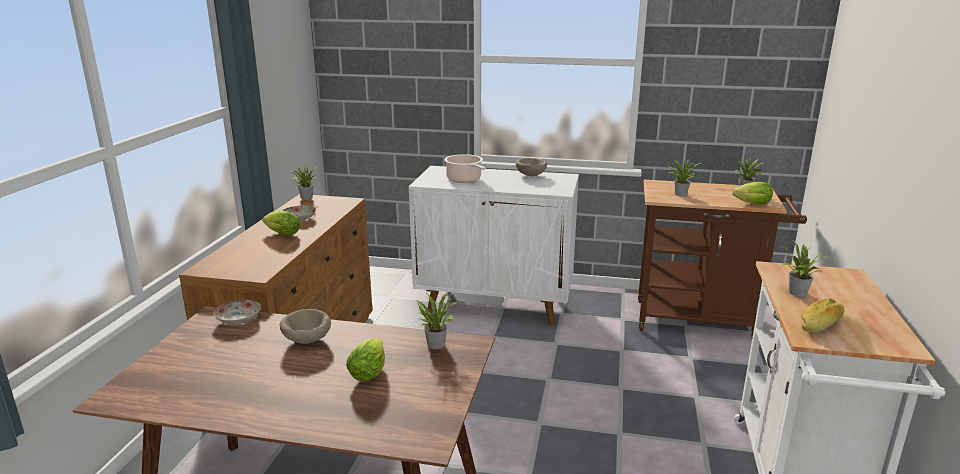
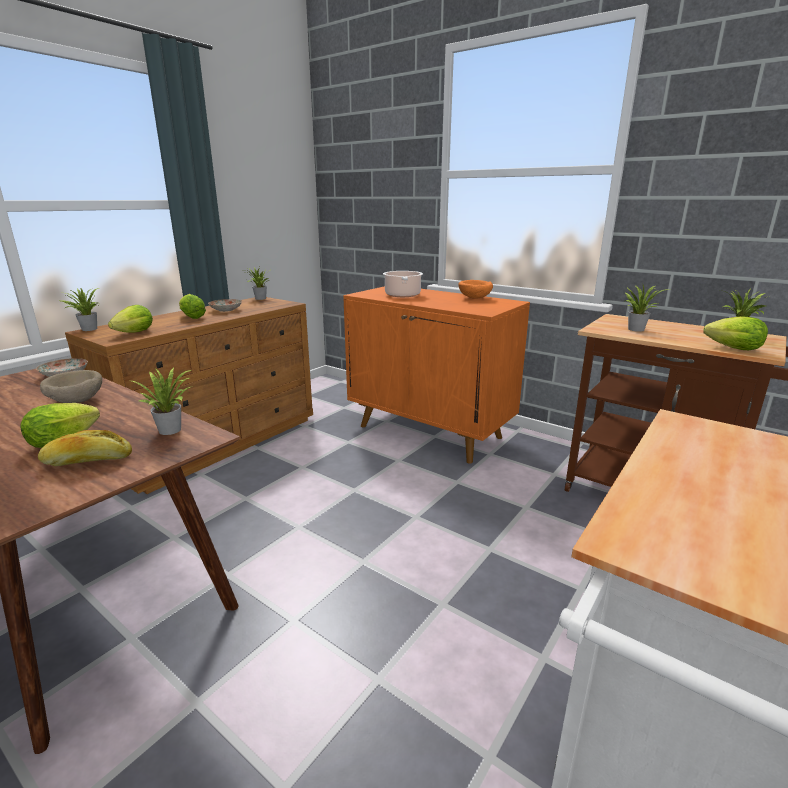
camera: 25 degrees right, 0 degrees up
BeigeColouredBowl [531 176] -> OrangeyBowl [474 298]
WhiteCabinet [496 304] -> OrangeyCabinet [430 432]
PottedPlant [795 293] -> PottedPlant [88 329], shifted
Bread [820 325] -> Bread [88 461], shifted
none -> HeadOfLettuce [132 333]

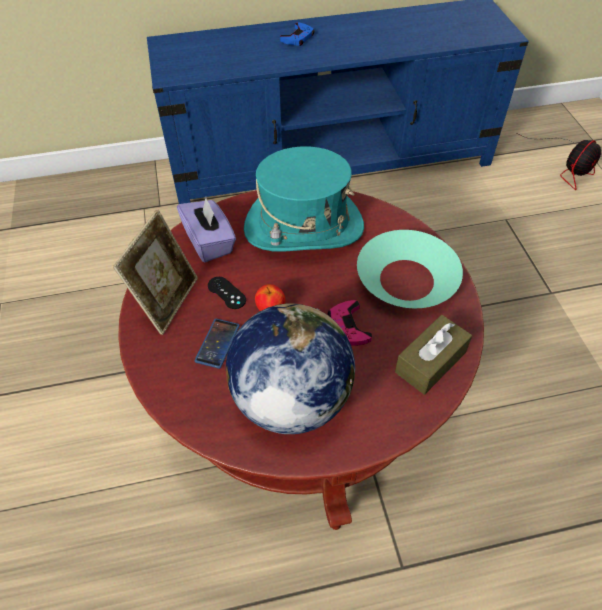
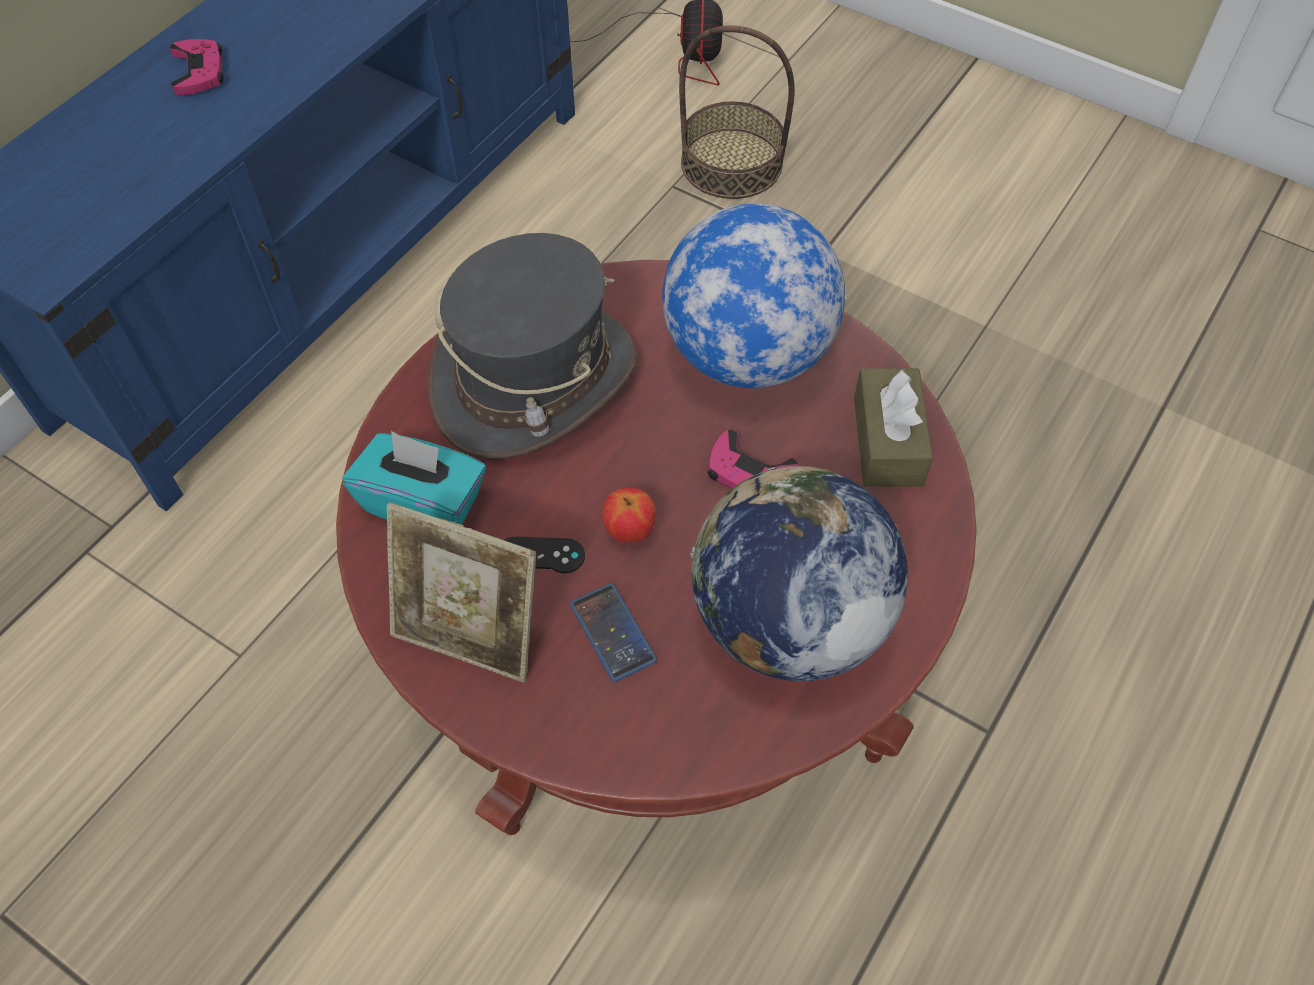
camera: 45 degrees left, 5 degrees up
BluishJoypad [298 38] -> PinkJoypad [199 72]
BlueGreenWearableHat [303 227] -> GrayWearableHat [534 380]
PurpleColouredTissueHolder [209 242] -> BlueGreenTissueHolder [424 503]
StandingFrame [167 301] -> StandingFrame [470 635], 135 degrees clockwise
BlueGreenBowl [406 279] -> Globe [747 356]
none -> StorageBasket [731 163]

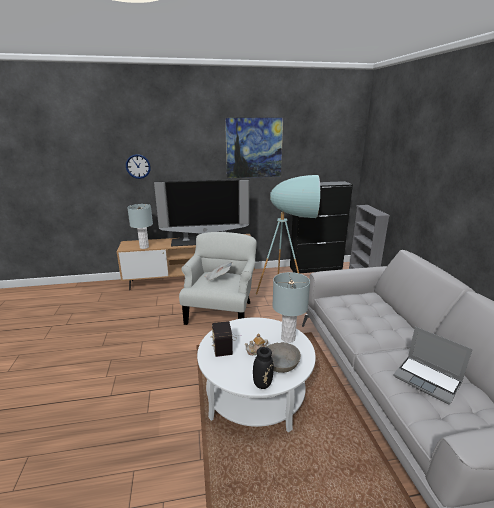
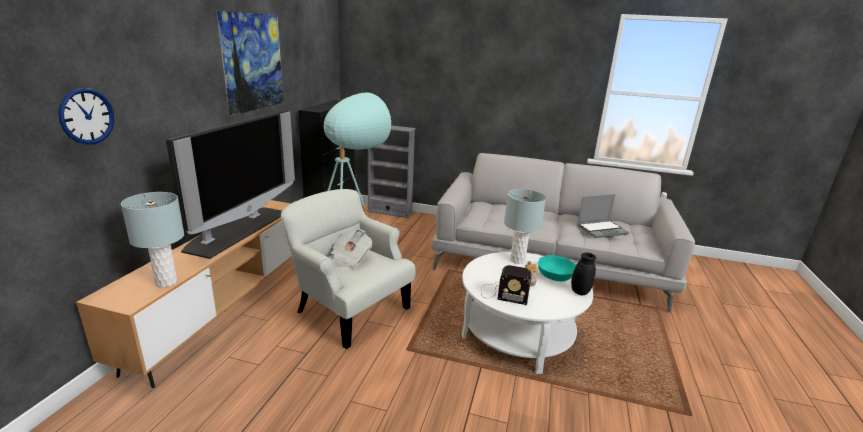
camera: 65 degrees left, 0 degrees up
GrayBowl [280 364] -> BlueGreenBowl [555 276]

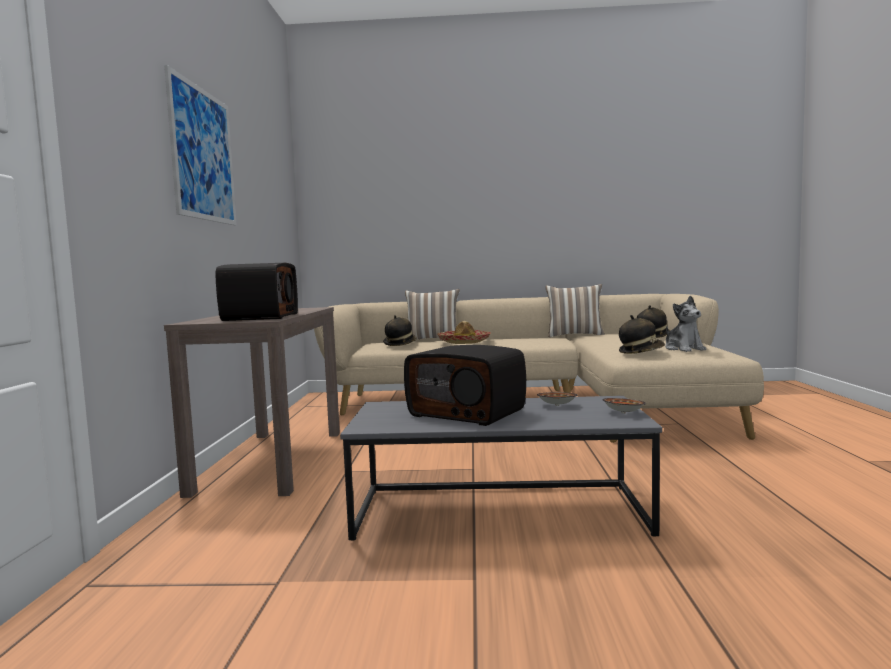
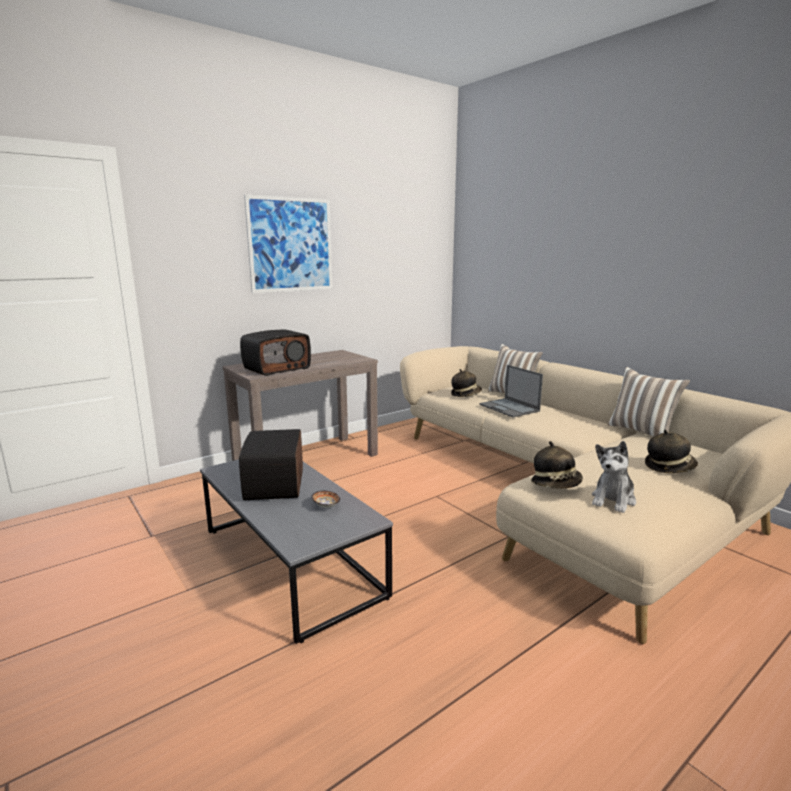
camera: 50 degrees right, 10 degrees up
WearableHat [464 342] -> NotebookComputer [509 408]
Bowl [623 413] -> none

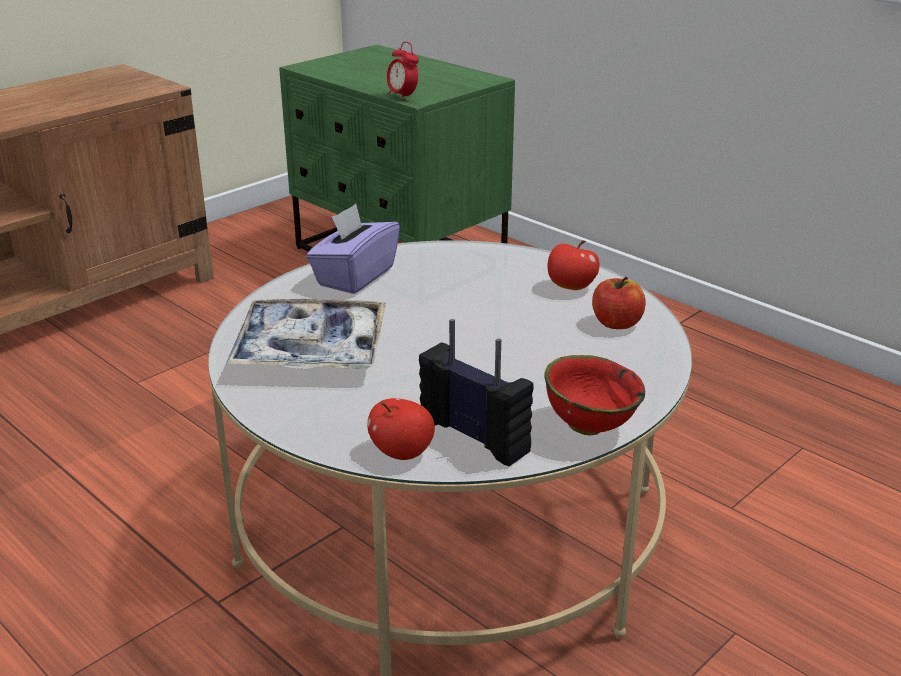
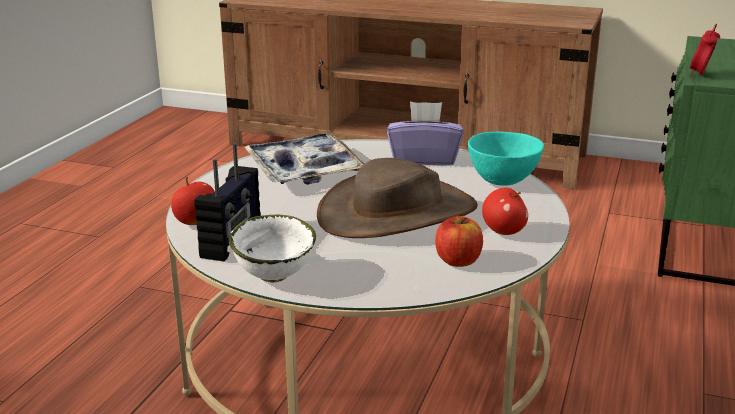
camera: 65 degrees right, 5 degrees down
RedColouredBowl [589 425] -> WhiteBowl [275 276]
none -> BlueGreenBowl [504 181]
none -> BrownWearableHat [397 212]

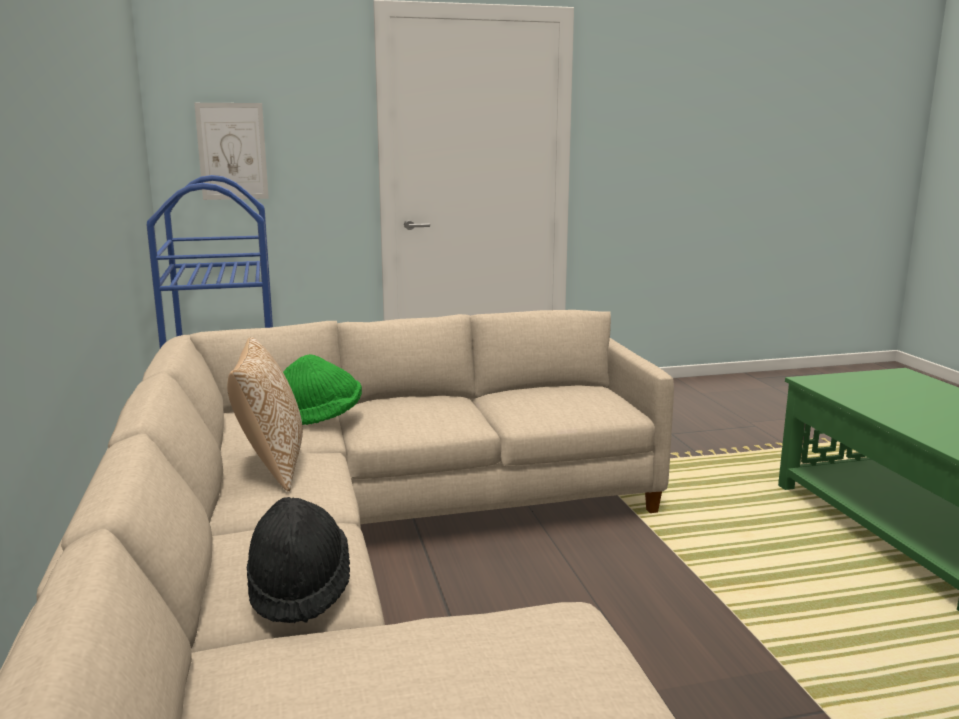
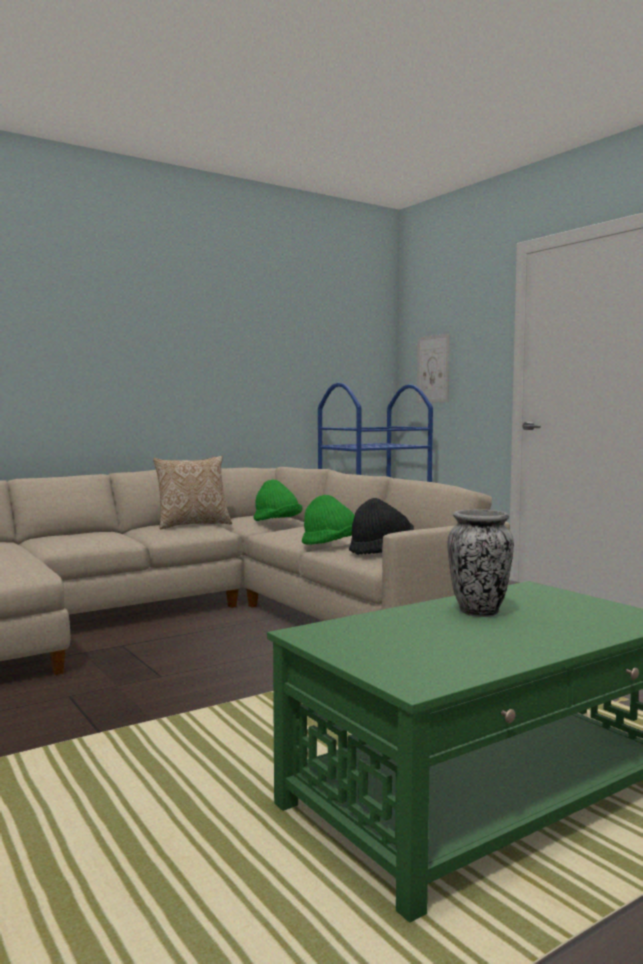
camera: 70 degrees right, 10 degrees down
BlackishWearableHat [299 588] -> BlackishWearableHat [381 551], shifted
none -> GreenColouredWearableHat [331 545]
none -> DecorativeVase [479 612]

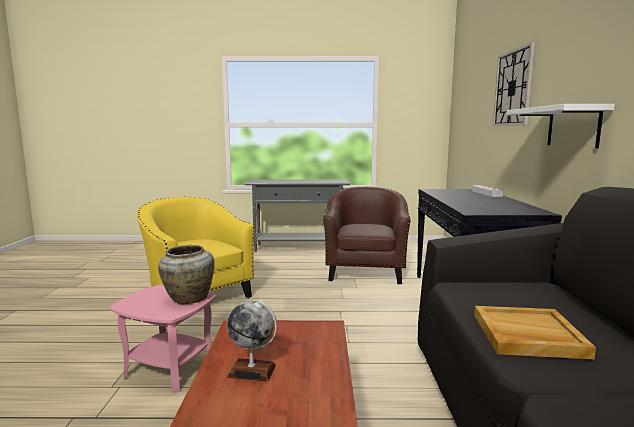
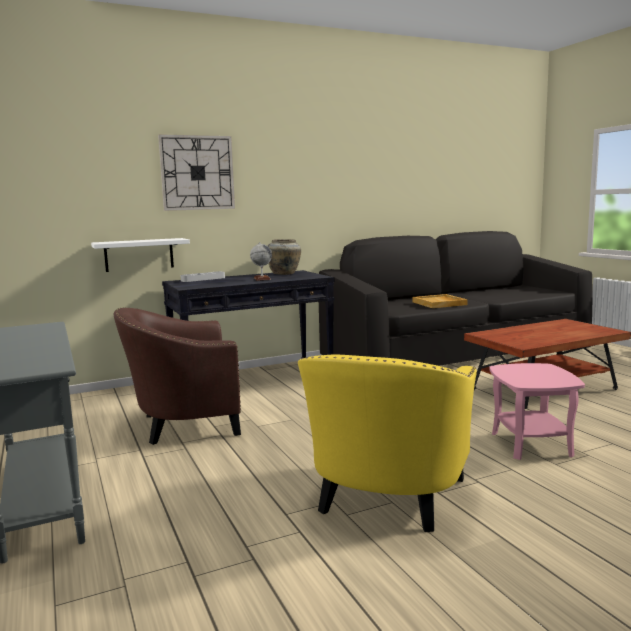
camera: 115 degrees left, 0 degrees up
WhiteBracketShelf [573 127] -> WhiteBracketShelf [139 254], shifted
BeigeColouredDecorativeVase [188 298] -> BeigeColouredDecorativeVase [284 273], shifted
Globe [252 371] -> Globe [262 279], shifted

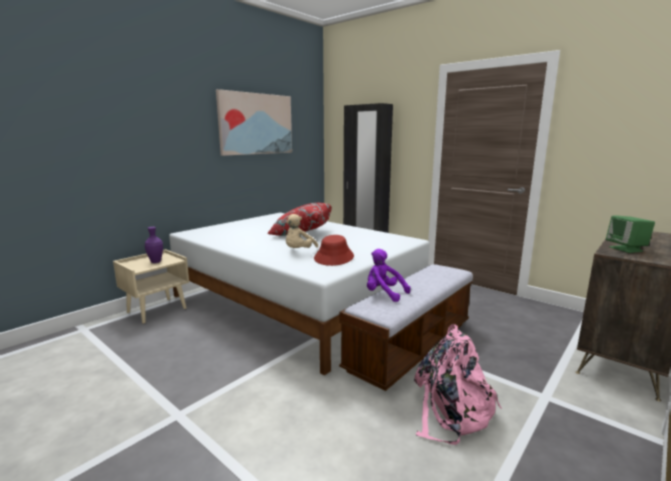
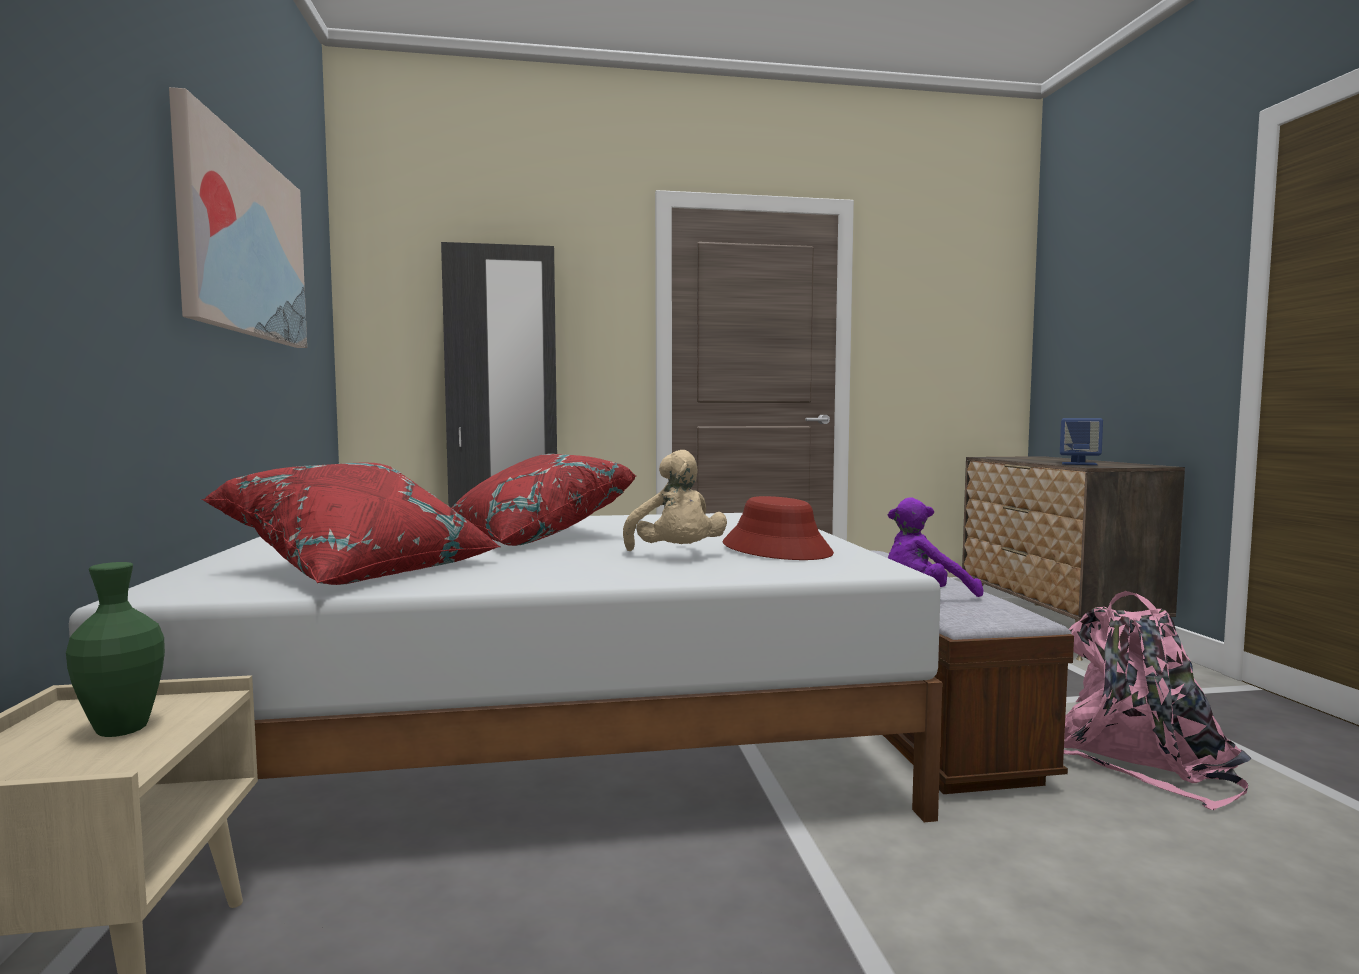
camera: 50 degrees left, 10 degrees down
GreenColouredLoudspeaker [626 249] -> BluishLoudspeaker [1079 464]
PurpleColouredDecorativeVase [156 262] -> GreenColouredDecorativeVase [122 730]
none -> RedColouredThrowPillow [363 569]

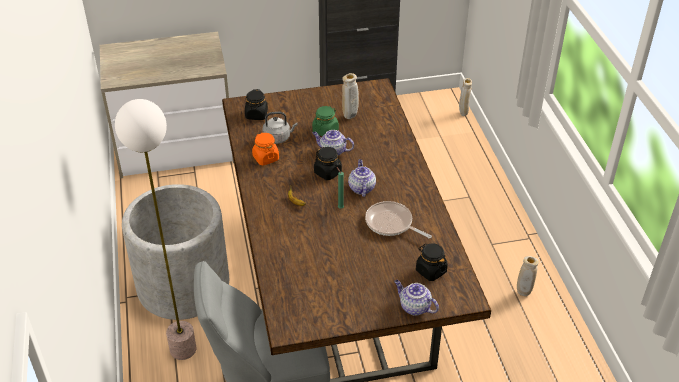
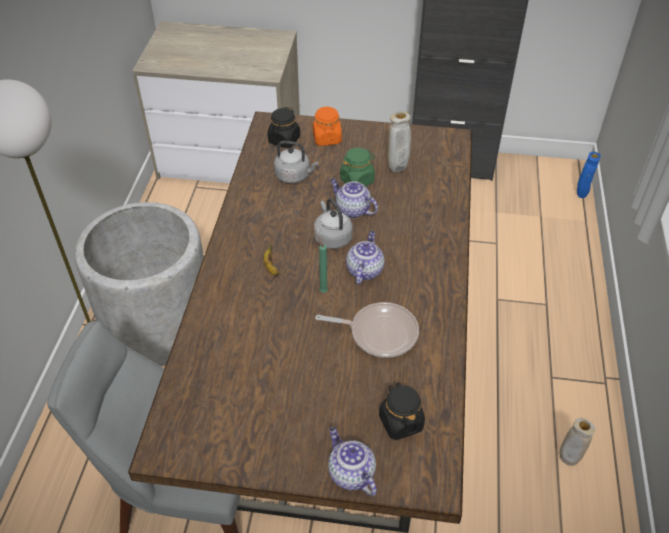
camera: 20 degrees right, 5 degrees up
BeigeColouredDecorativeVase [463 113] -> BluishDecorativeVase [581 194]
OrangeyStorageJar [265 158] -> OrangeyStorageJar [327 138], shifted
BlackishStorageJar [328 172] -> GrayKettle [332 237]
Pan [391 224] -> Pan [379 333], 135 degrees clockwise

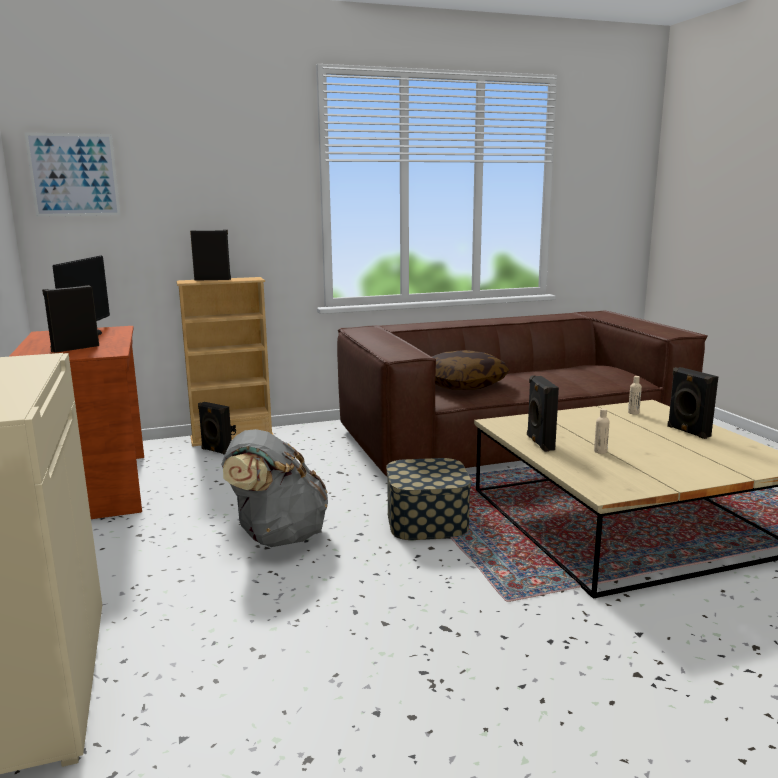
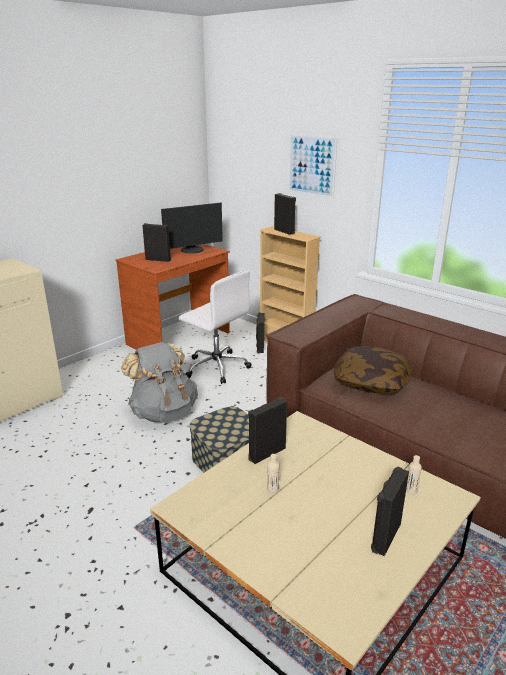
camera: 60 degrees right, 10 degrees up
WallPicture [74 175] -> WallPicture [311 165], shifted
none -> WhiteOfficeChair [216 367]

